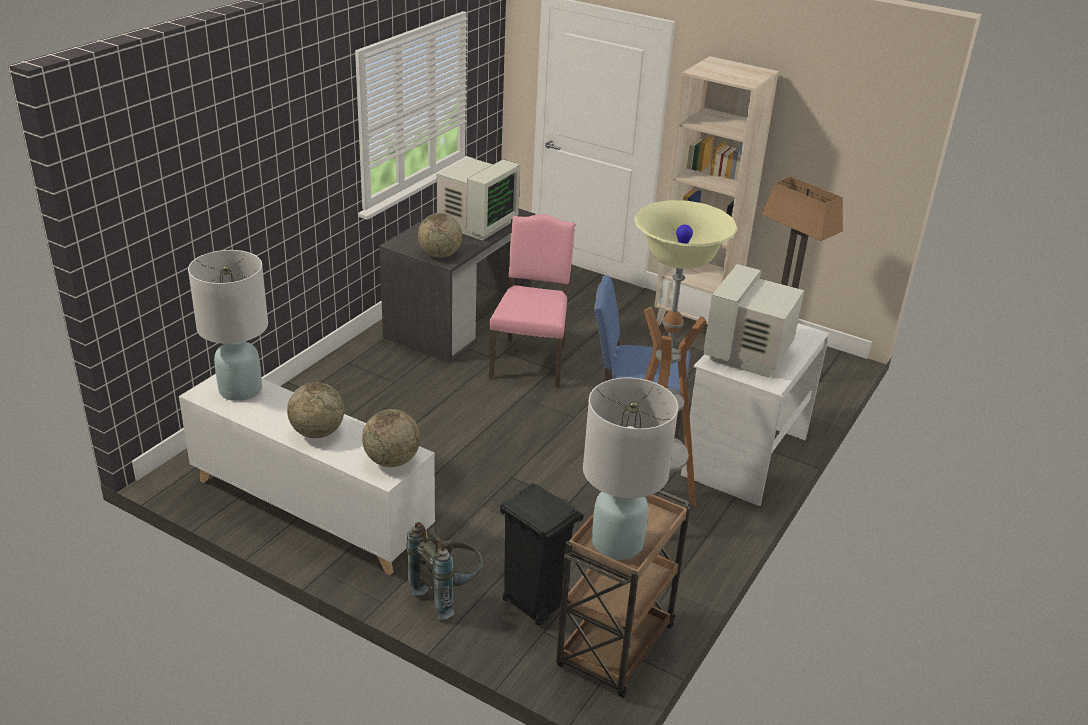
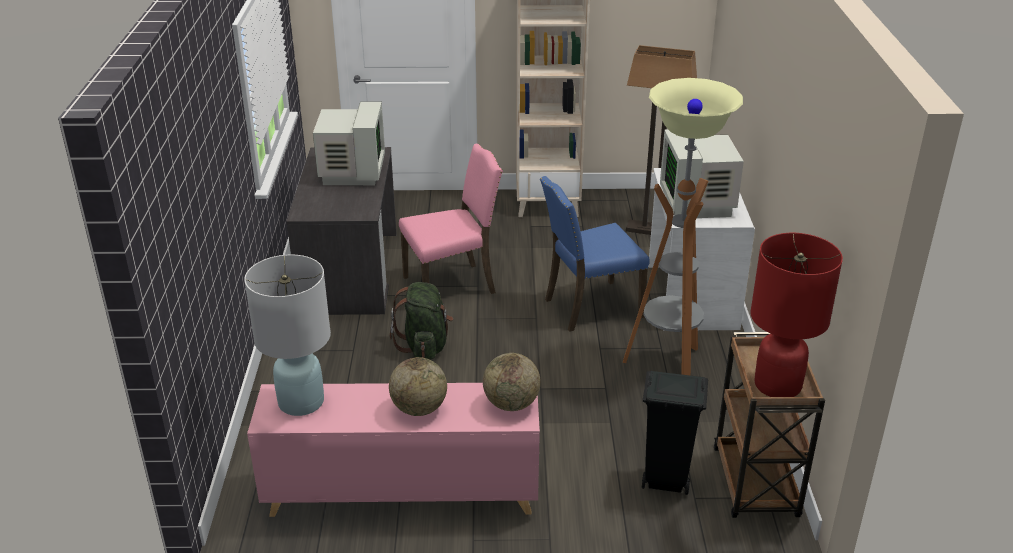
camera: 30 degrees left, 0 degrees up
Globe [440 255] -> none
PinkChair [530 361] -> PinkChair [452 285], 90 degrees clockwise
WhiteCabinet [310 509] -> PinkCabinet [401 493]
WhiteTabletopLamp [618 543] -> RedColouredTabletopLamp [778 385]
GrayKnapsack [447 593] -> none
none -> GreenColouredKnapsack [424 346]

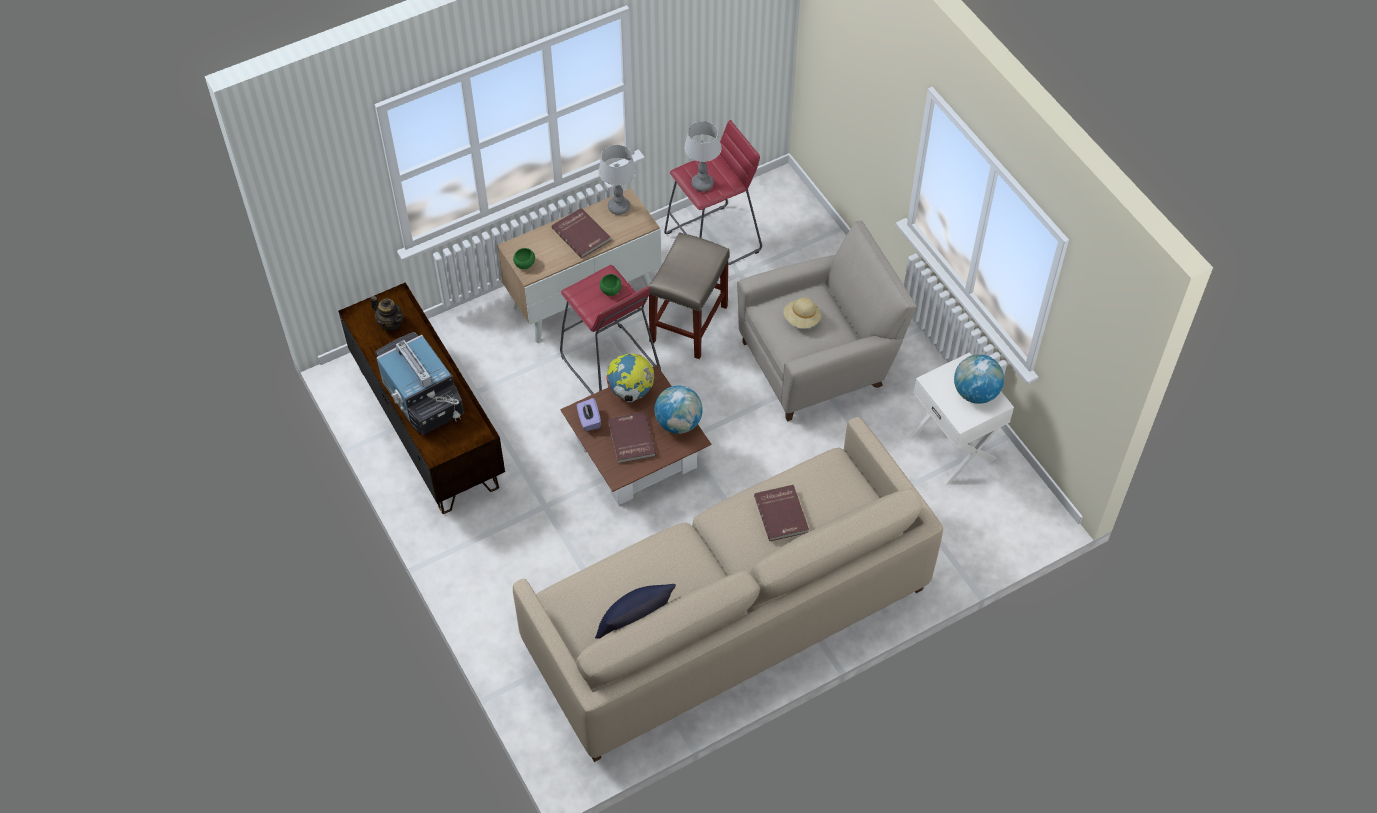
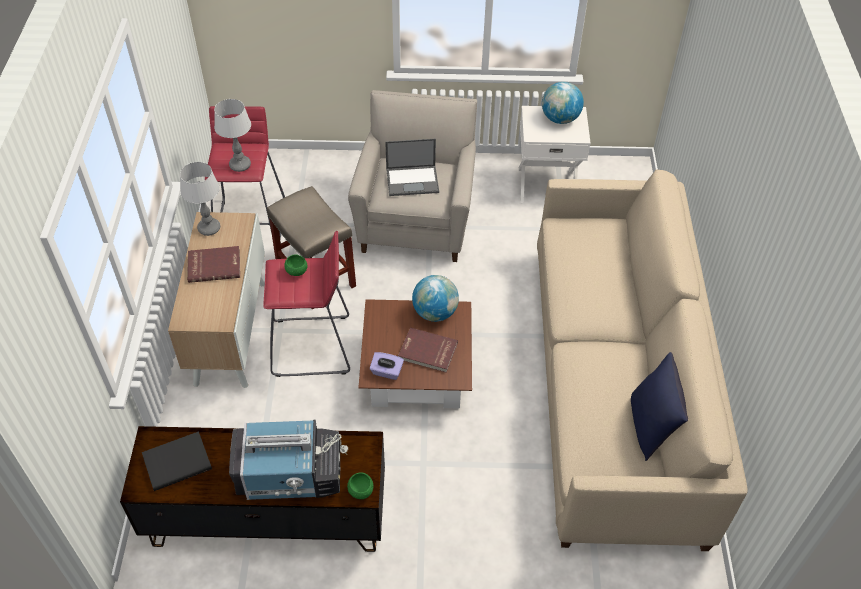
camera: 60 degrees left, 5 degrees down
GreenColouredBowl [524 264] -> GreenColouredBowl [360 491], shifted
Teapot [390 323] -> BlackishVolume [177 461]
BeigeColouredWearableHat [802 319] -> NotebookComputer [413 180]
Globe [631 391] -> none
RedColouredVolume [782 514] -> none

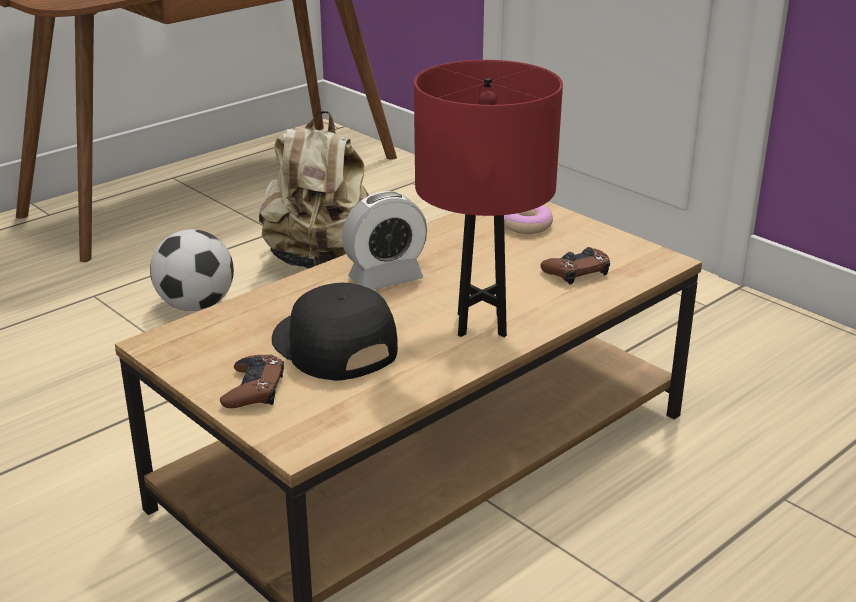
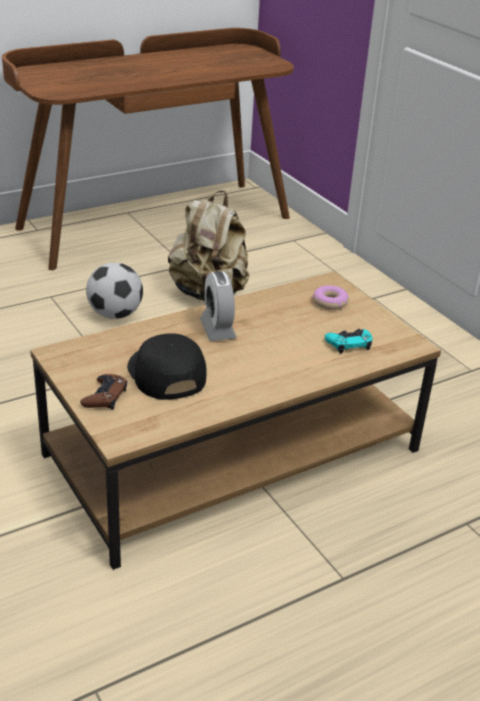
camera: 10 degrees right, 5 degrees up
RedColouredTabletopLamp [481 324] -> none
TableClock [385 279] -> TableClock [217 329], 90 degrees clockwise
BrownJoypad [576 271] -> BlueGreenJoypad [349 344]

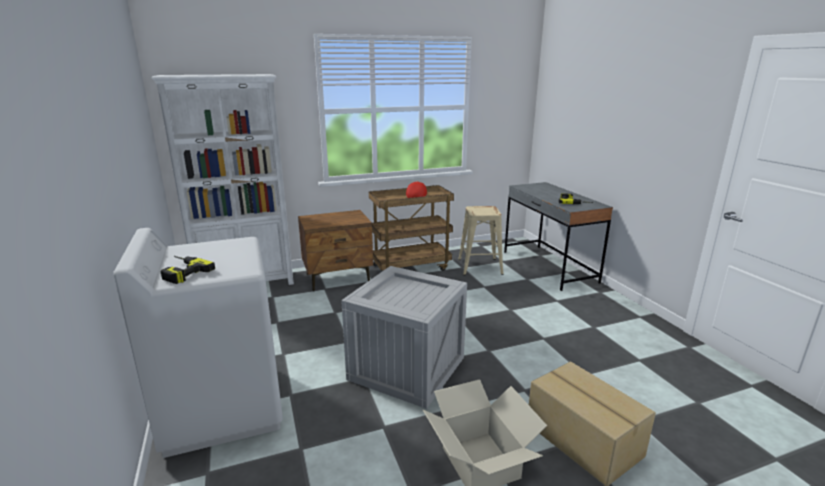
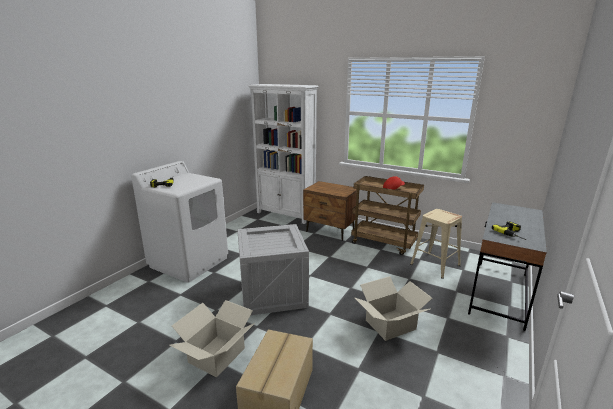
camera: 50 degrees right, 0 degrees up
none -> PackingBox [391 325]

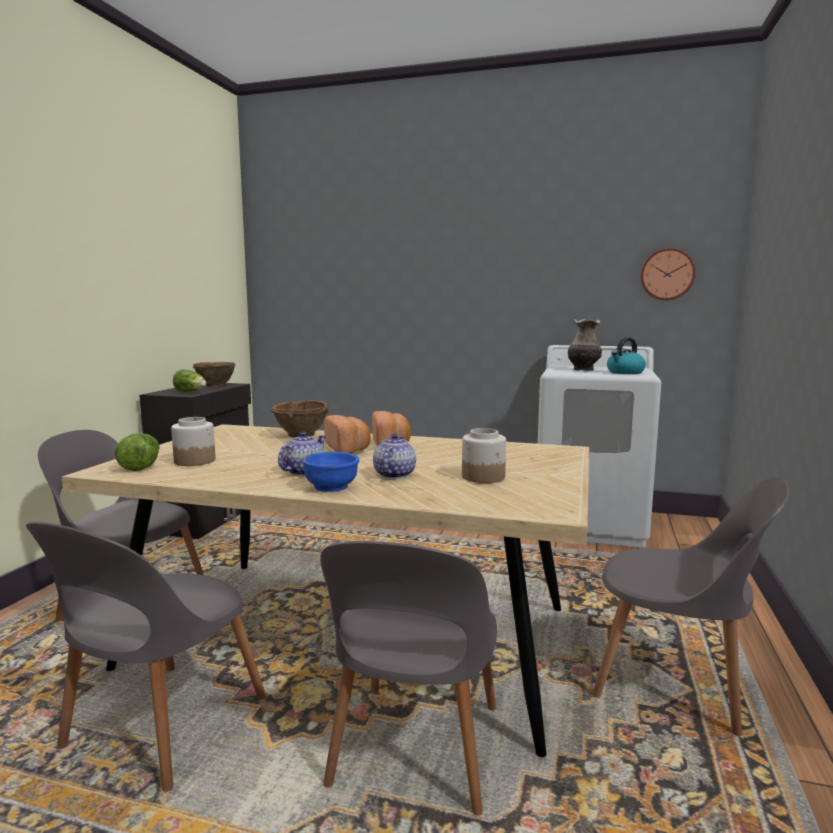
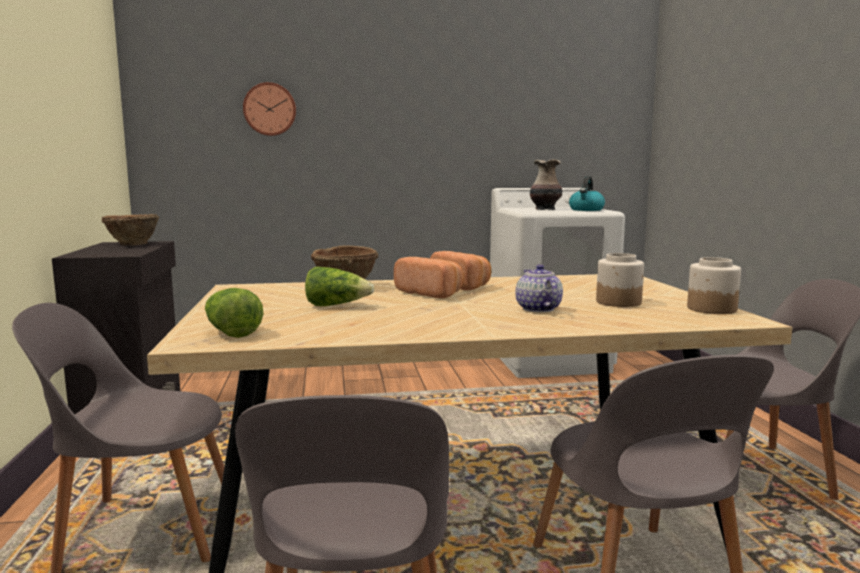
camera: 25 degrees left, 0 degrees up
ClockOnTheWall [667 274] -> ClockOnTheWall [270 109], shifted
HeadOfLettuce [191 392] -> HeadOfLettuce [337 305], shifted
StorageJar [195 461] -> StorageJar [711 309], shifted
Teapot [303 472] -> none
BluishBowl [330 487] -> none

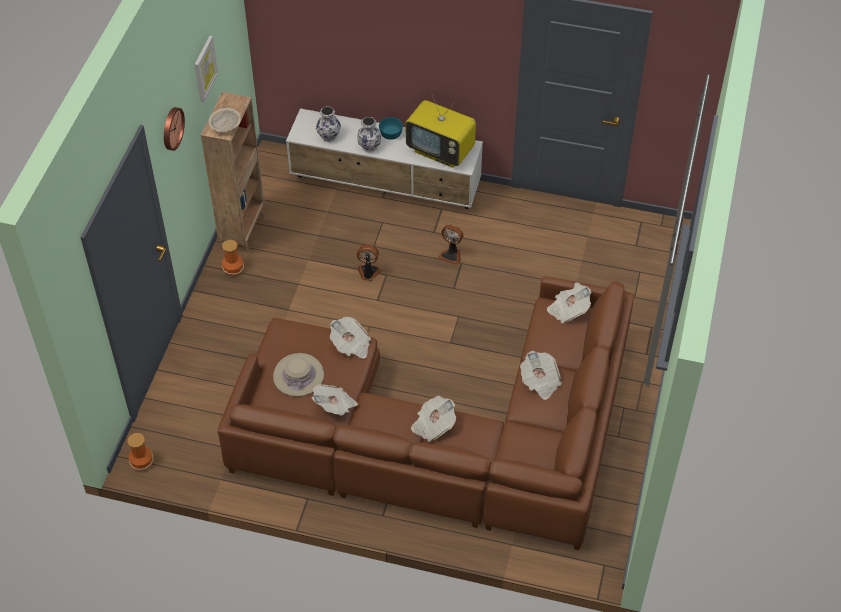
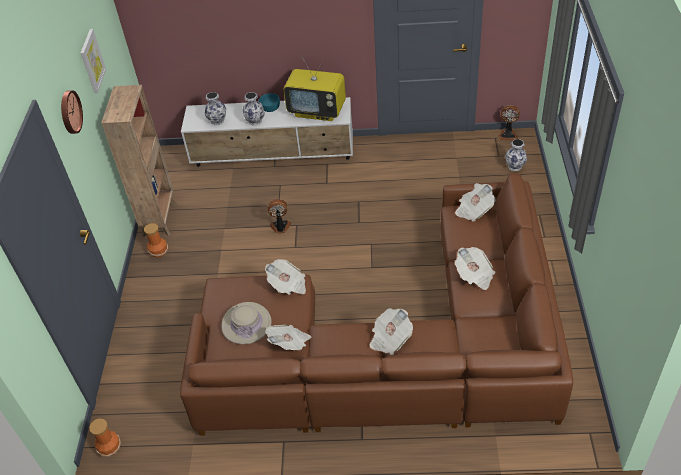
camera: 10 degrees left, 5 degrees down
BeigeColouredBowl [225 126] -> none
Fan [451 255] -> Fan [508 134], shifted
none -> DecorativeVase [515 166]

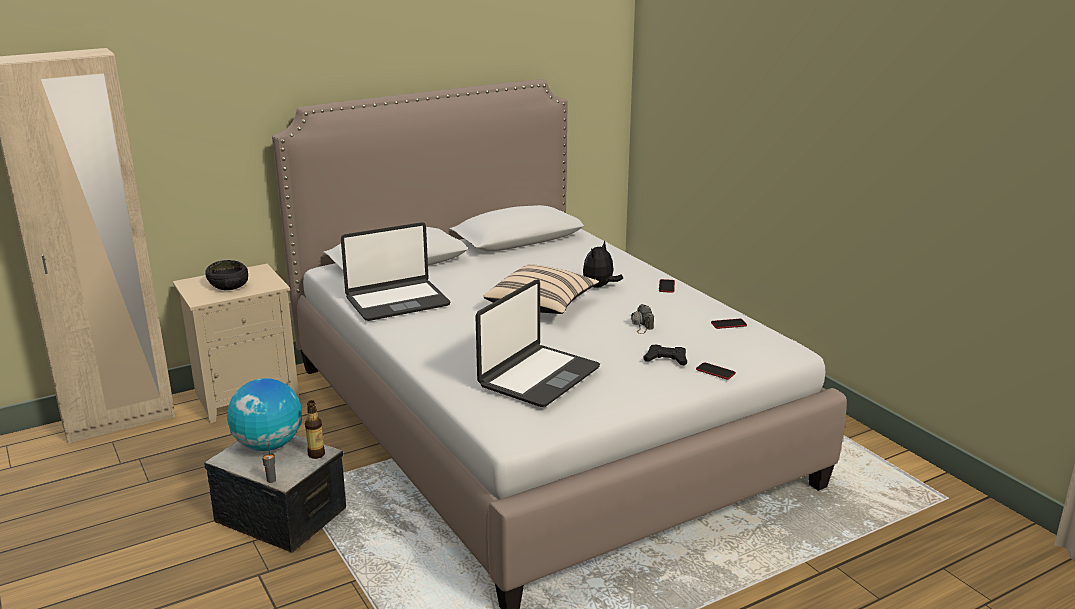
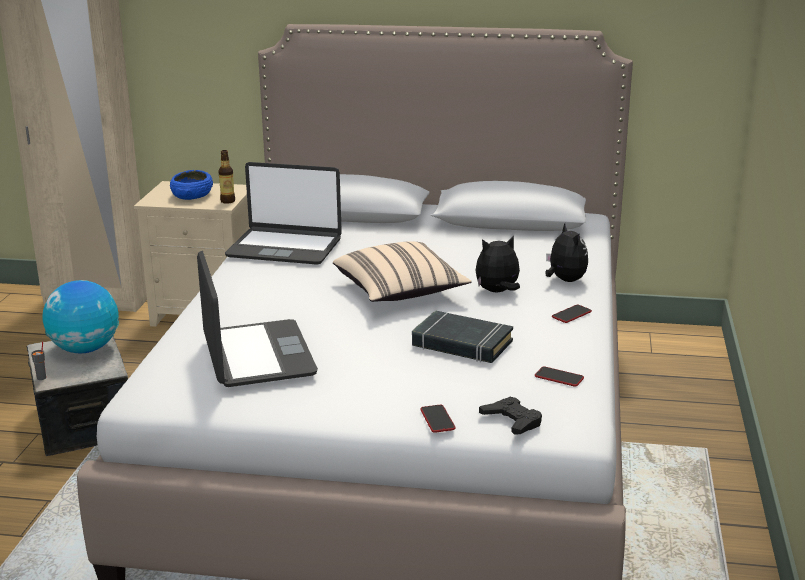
camera: 40 degrees right, 0 degrees up
BlackishBowl [229 285] -> BluishBowl [192 195]
NotebookComputer [538 377] -> NotebookComputer [256 356], 90 degrees counterclockwise
StillCamera [641 325] -> BlackishVolume [461 344]
BlackishJoypad [666 359] -> BlackishJoypad [512 421], shifted
Bottle [316 454] -> Bottle [228 201], shifted
none -> SoftToy [565 280]

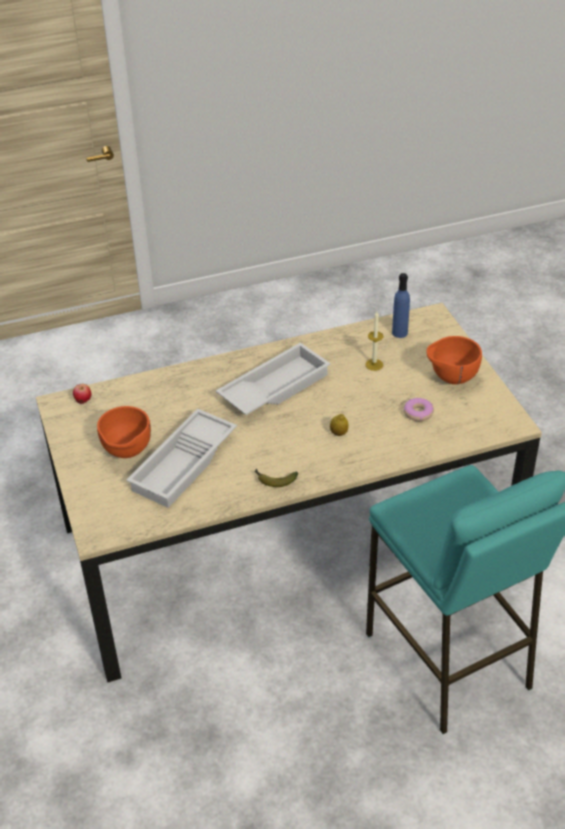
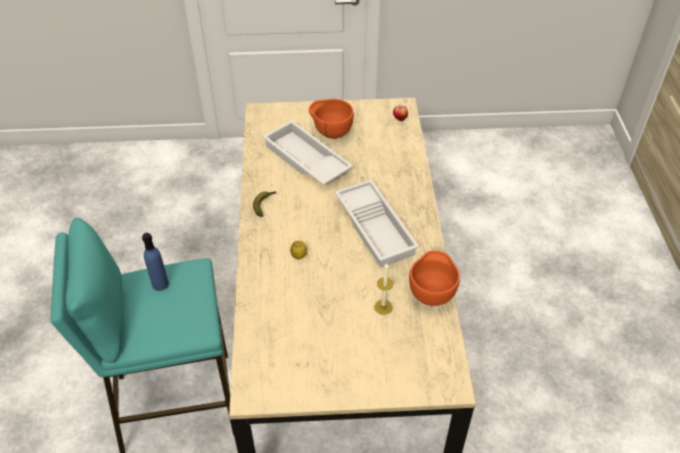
camera: 105 degrees right, 5 degrees up
BluishBottle [399 333] -> BluishBottle [160 284], shifted
OrangeyBowl [451 379] -> OrangeyBowl [431 294], shifted
RingDoughnut [418 413] -> none

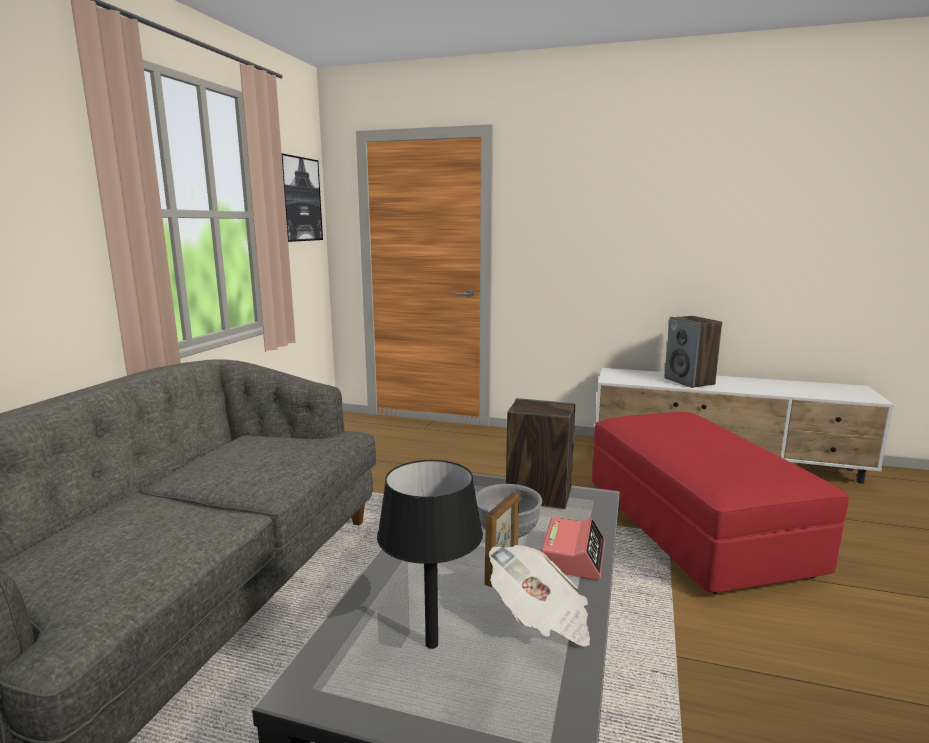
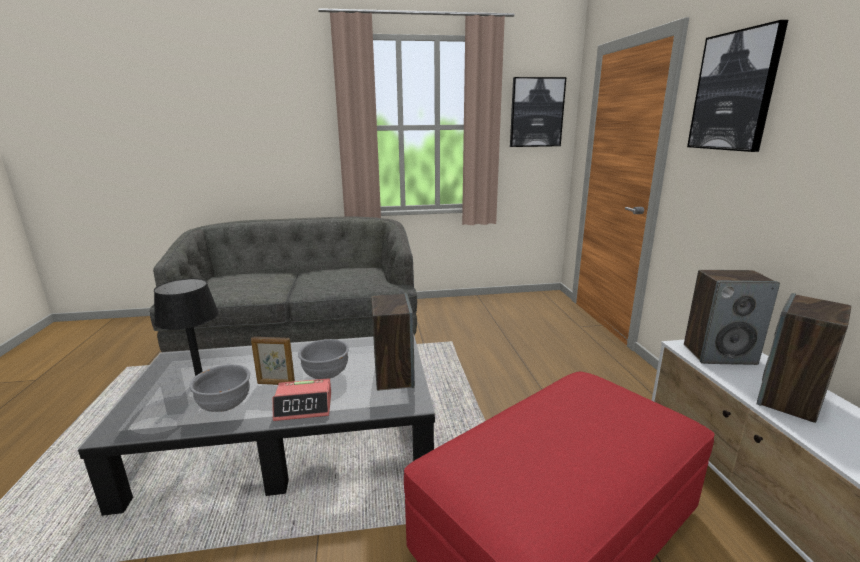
camera: 65 degrees right, 5 degrees up
PrintedPaper [541 618] -> GrayBowl [225 407]
none -> WallPicture [734 91]
none -> Loudspeaker [719 354]

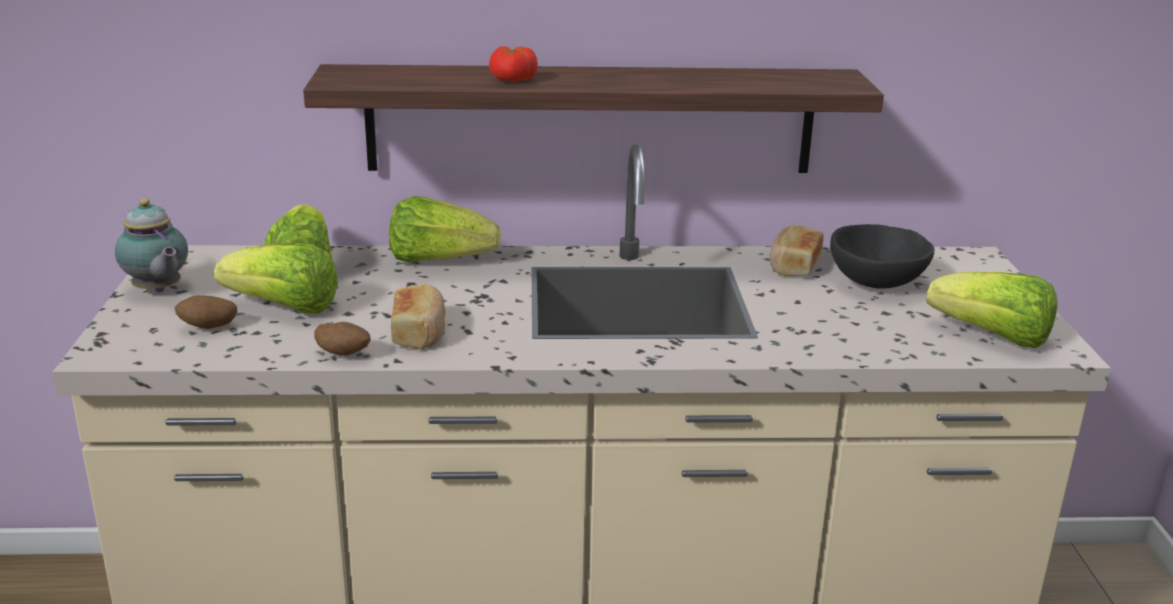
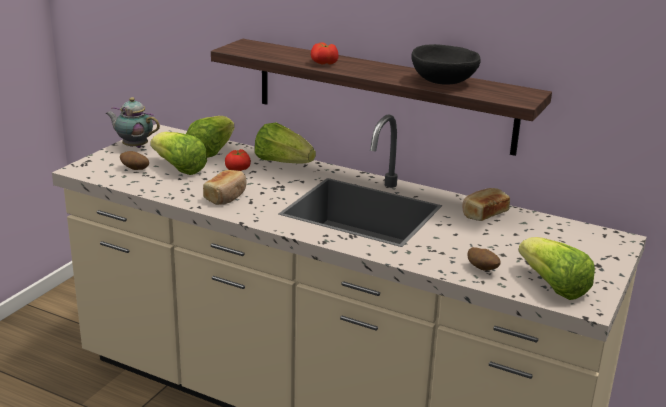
camera: 30 degrees right, 0 degrees up
Teapot [158 290] -> Teapot [134 146], 120 degrees clockwise
BlackishBowl [876 283] -> BlackishBowl [443 82], shifted
WholePotato [344 354] -> WholePotato [482 269], shifted
none -> WholeTomato [238 169]

